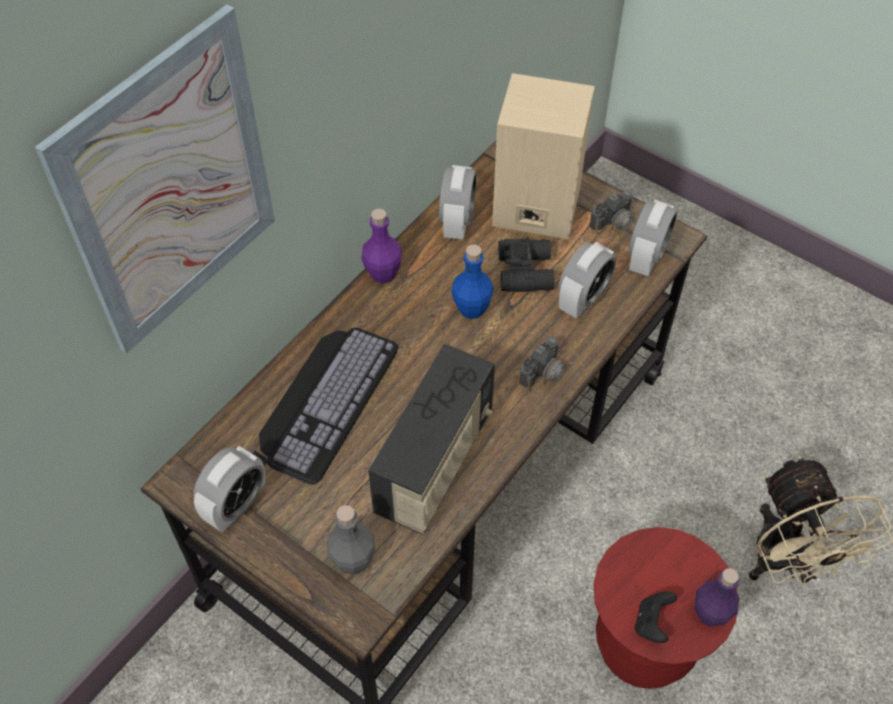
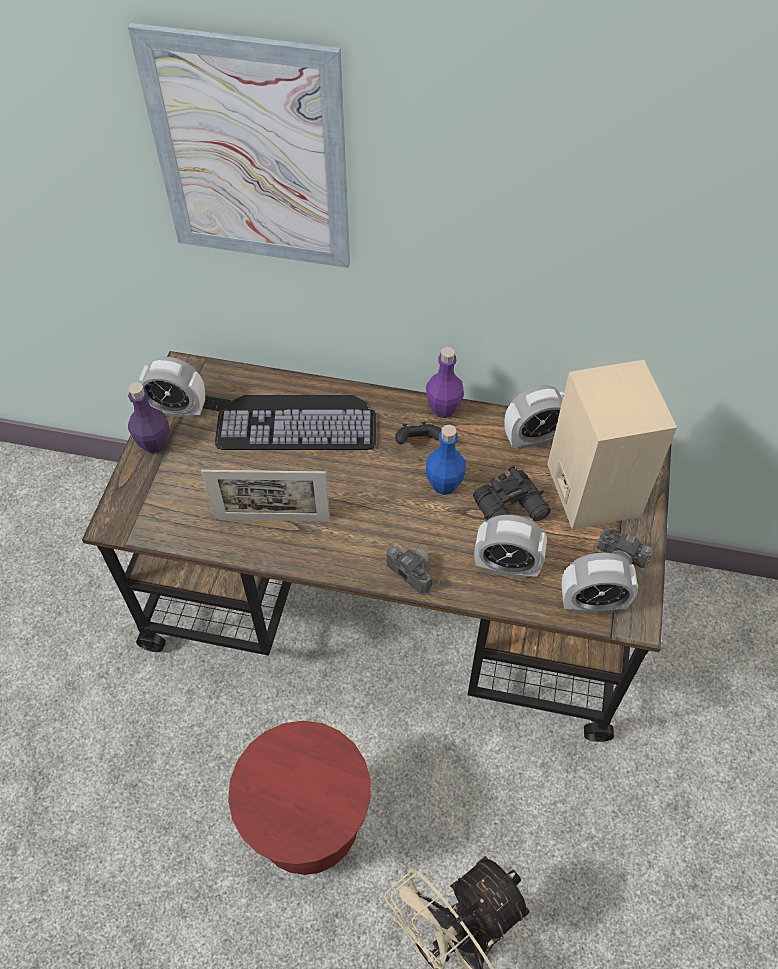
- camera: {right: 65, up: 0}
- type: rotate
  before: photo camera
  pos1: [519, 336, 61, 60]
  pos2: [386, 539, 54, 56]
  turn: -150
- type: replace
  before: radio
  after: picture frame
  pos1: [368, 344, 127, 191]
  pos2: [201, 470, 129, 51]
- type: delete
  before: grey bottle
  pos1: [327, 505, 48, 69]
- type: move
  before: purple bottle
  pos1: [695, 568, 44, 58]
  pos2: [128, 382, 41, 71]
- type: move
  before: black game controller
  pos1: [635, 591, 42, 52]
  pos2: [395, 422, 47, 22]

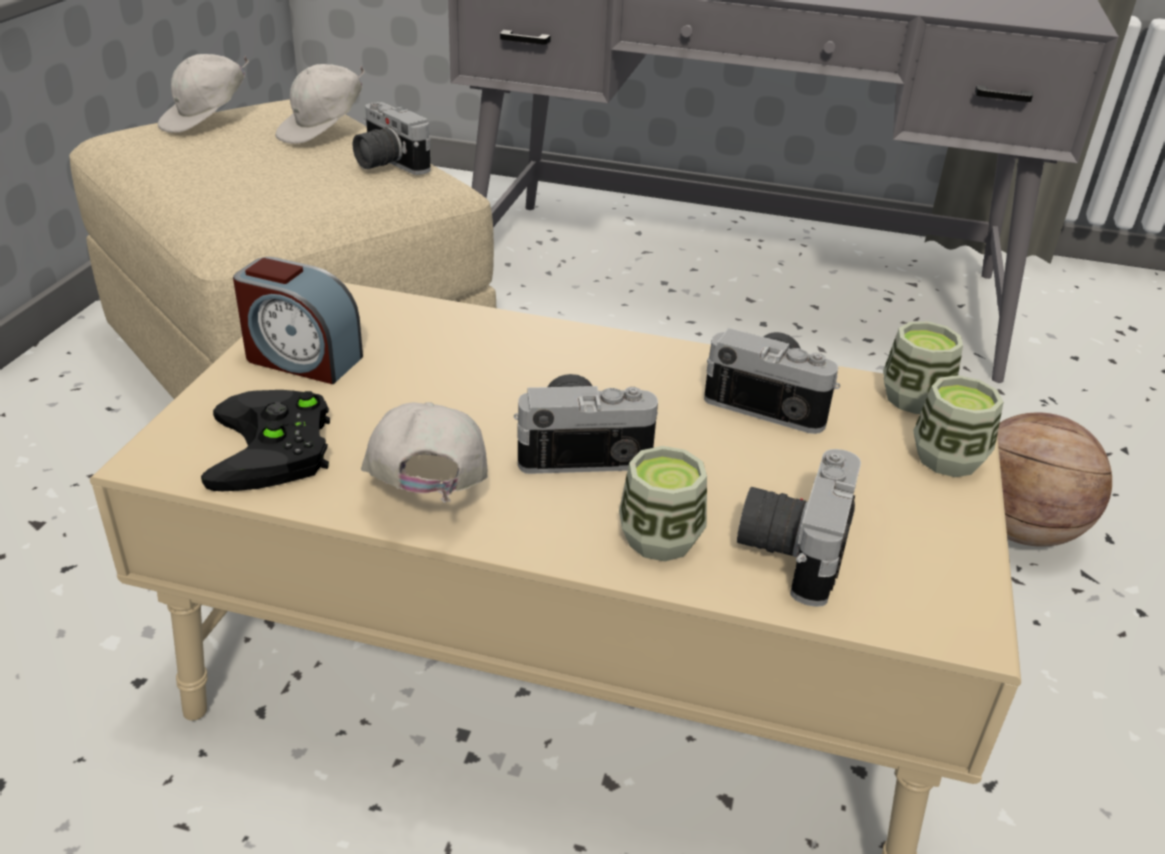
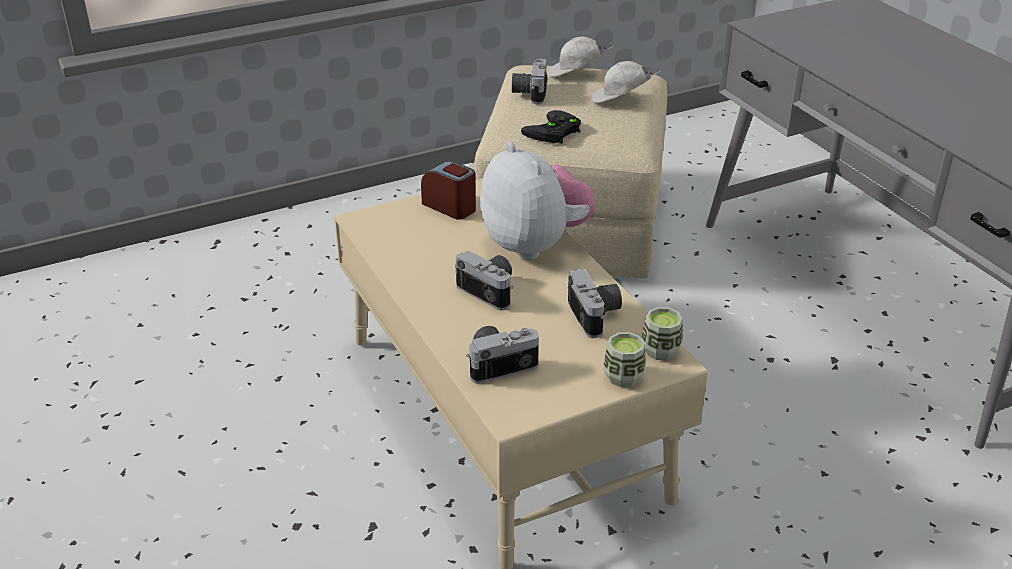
- camera: {right: 50, up: 0}
- type: move
  before: photo camera
  pos1: [353, 102, 78, 73]
  pos2: [512, 59, 35, 45]
- type: rotate
  before: alarm clock
  pos1: [233, 257, 130, 127]
  pos2: [421, 161, 55, 59]
  turn: 150
- type: move
  before: black game controller
  pos1: [201, 390, 129, 101]
  pos2: [521, 110, 60, 34]
- type: delete
  before: white cap
  pos1: [361, 402, 127, 101]
- type: delete
  before: basketball
  pos1: [997, 412, 115, 135]
- type: delete
  before: cup
  pos1: [619, 446, 88, 115]
- type: insert
  after: plush toy
  pos2: [480, 142, 116, 118]

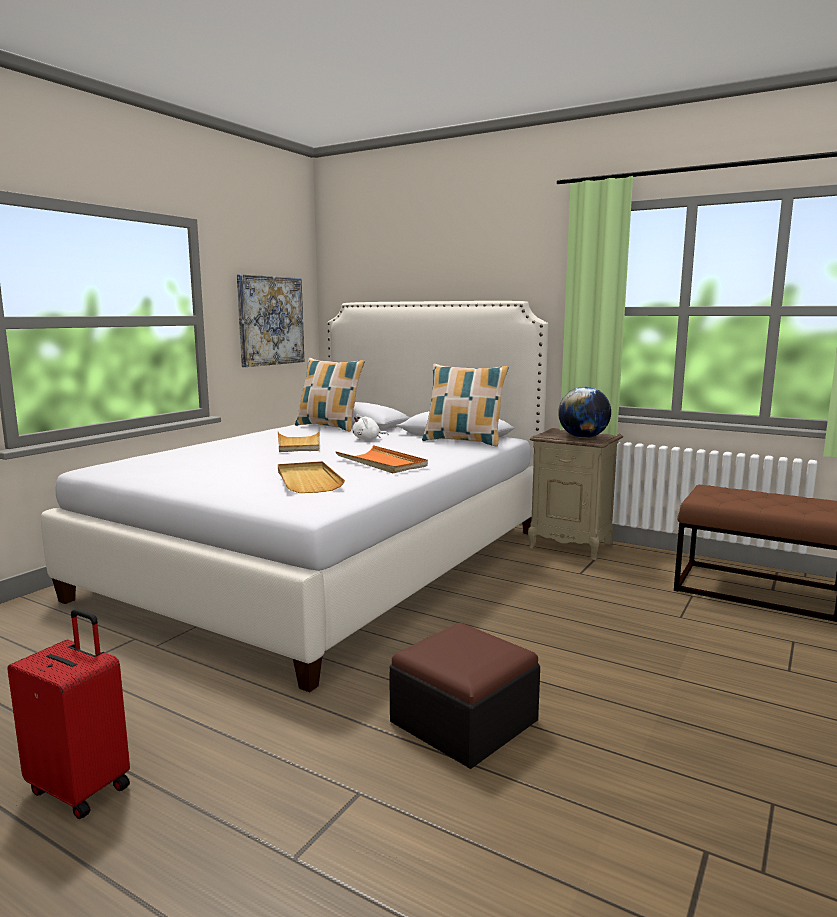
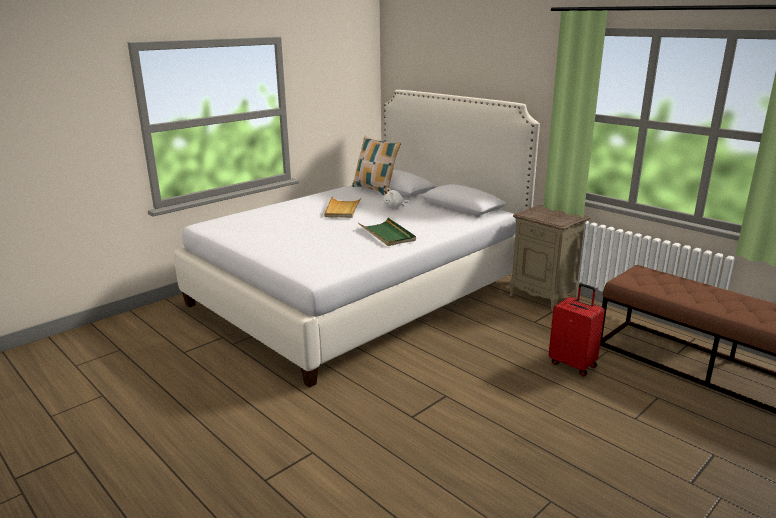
- camera: {right: 15, up: 10}
- type: delete
  before: picture
  pos1: [237, 274, 67, 93]
- type: delete
  before: pillow
  pos1: [422, 364, 87, 82]
- type: delete
  before: globe
  pos1: [558, 387, 53, 51]
- type: recolor
  before: orange tray
  after: green tray
  pos1: [336, 445, 92, 28]
  pos2: [358, 218, 58, 28]
- type: delete
  before: beige tray
  pos1: [278, 461, 67, 32]
- type: move
  before: red suitcase
  pos1: [7, 609, 123, 210]
  pos2: [549, 284, 56, 92]
- type: delete
  before: ottoman
  pos1: [389, 623, 151, 146]

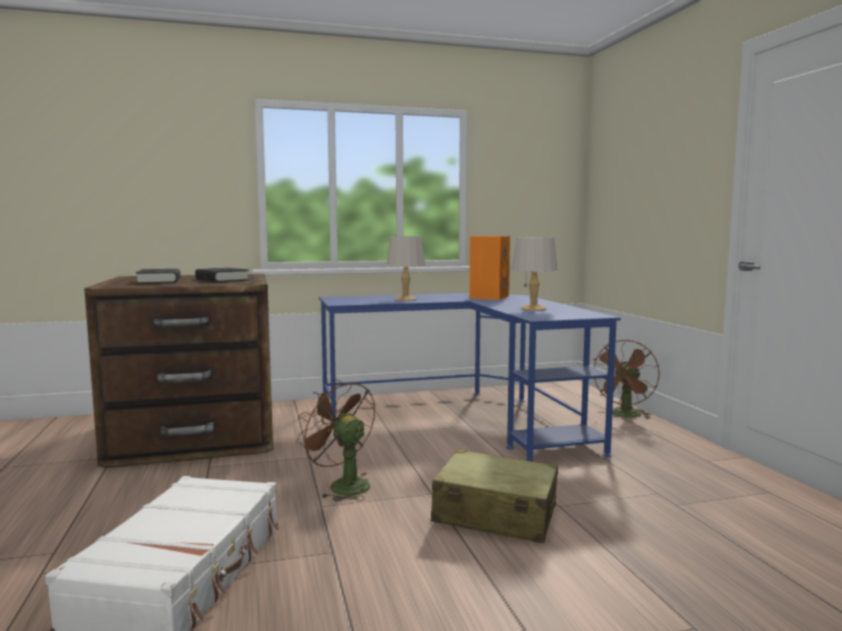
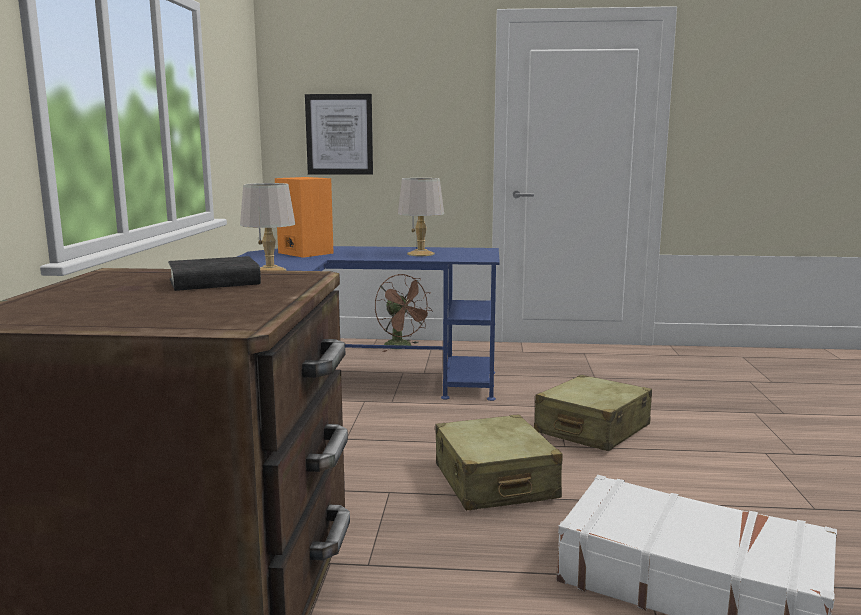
- camera: {right: -70, up: 5}
- type: delete
  before: black book
  pos1: [136, 269, 45, 15]
- type: replace
  before: brown fan
  after: beige suitcase
  pos1: [296, 379, 79, 122]
  pos2: [435, 414, 128, 97]
- type: insert
  after: picture
  pos2: [305, 94, 68, 81]

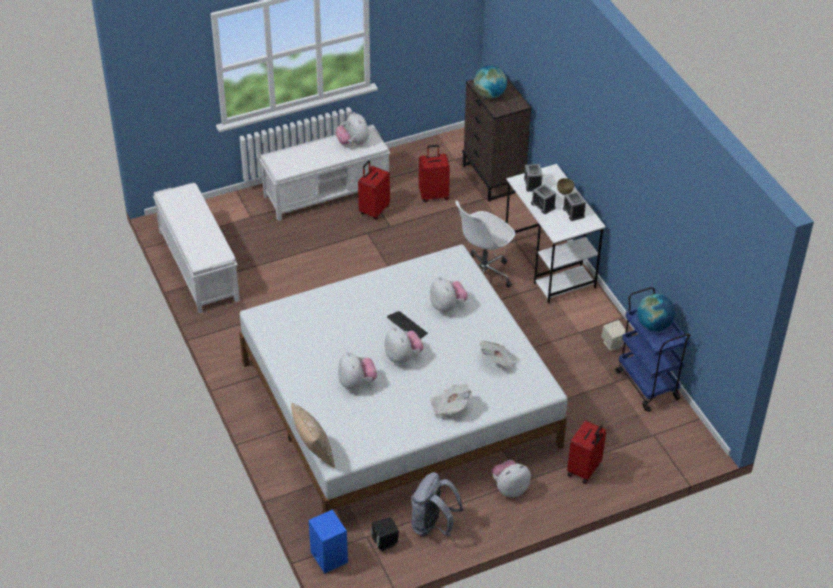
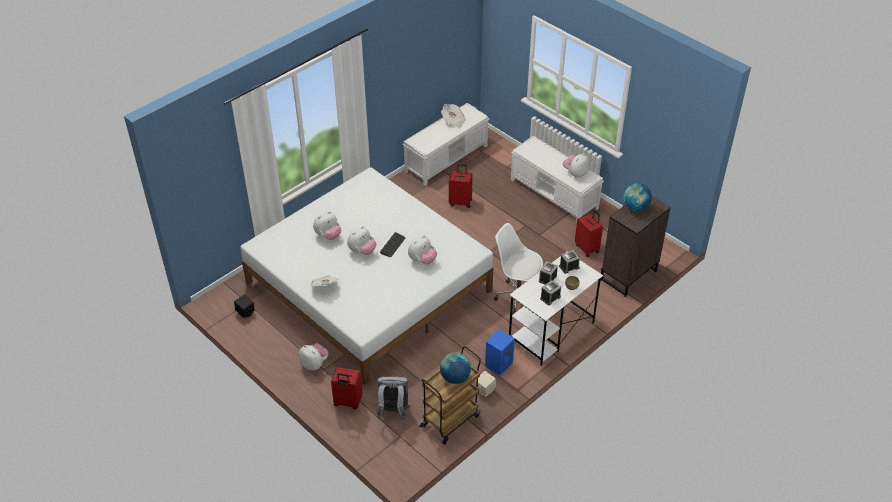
- camera: {right: 70, up: 0}
- type: move
  before: red suitcase
  pos1: [358, 160, 32, 60]
  pos2: [449, 164, 24, 44]
- type: recolor
  before: blue cart
  after: brown cart
  pos1: [615, 287, 75, 125]
  pos2: [420, 347, 61, 97]
- type: move
  before: newspaper
  pos1: [480, 341, 39, 26]
  pos2: [441, 104, 25, 24]
- type: delete
  before: pillow
  pos1: [291, 403, 44, 65]
- type: move
  before: grey backpack
  pos1: [411, 472, 53, 65]
  pos2: [376, 377, 34, 43]
- type: move
  before: blue speaker
  pos1: [309, 509, 39, 65]
  pos2: [485, 329, 30, 46]

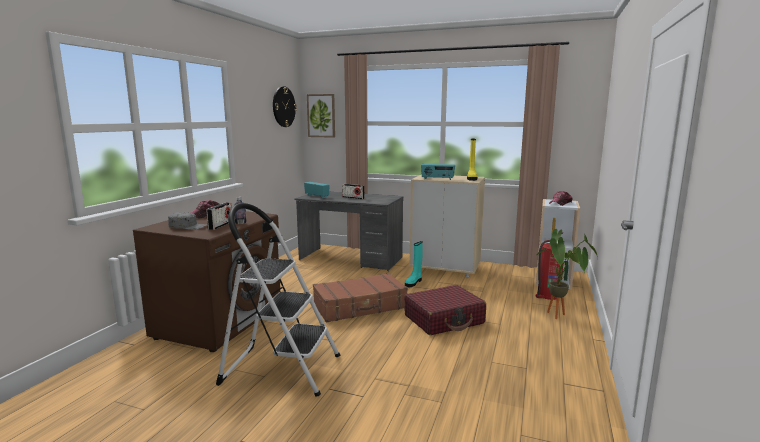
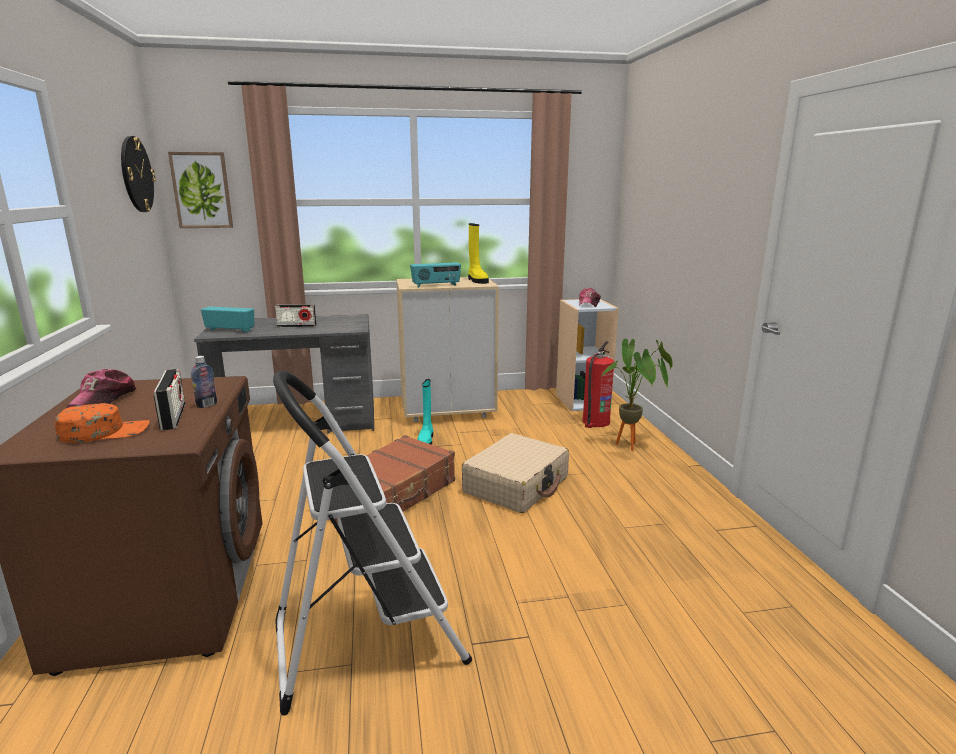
- camera: {right: -30, up: 5}
- type: recolor
  before: grey cap
  after: orange cap
  pos1: [168, 212, 39, 18]
  pos2: [55, 403, 95, 40]
- type: recolor
  before: red suitcase
  after: beige suitcase
  pos1: [404, 285, 82, 50]
  pos2: [462, 433, 107, 80]

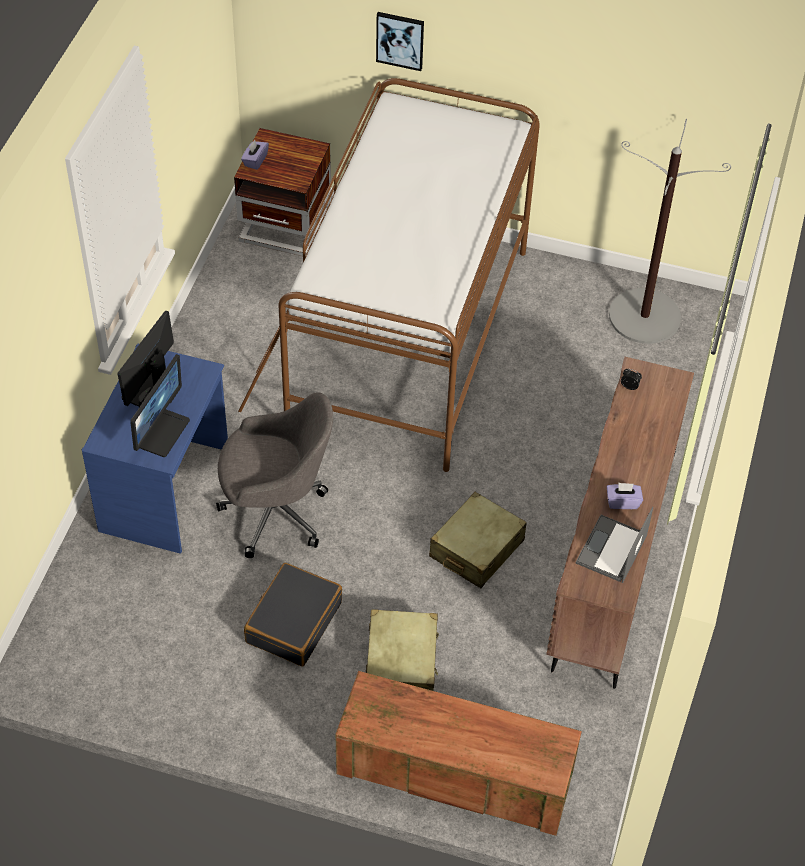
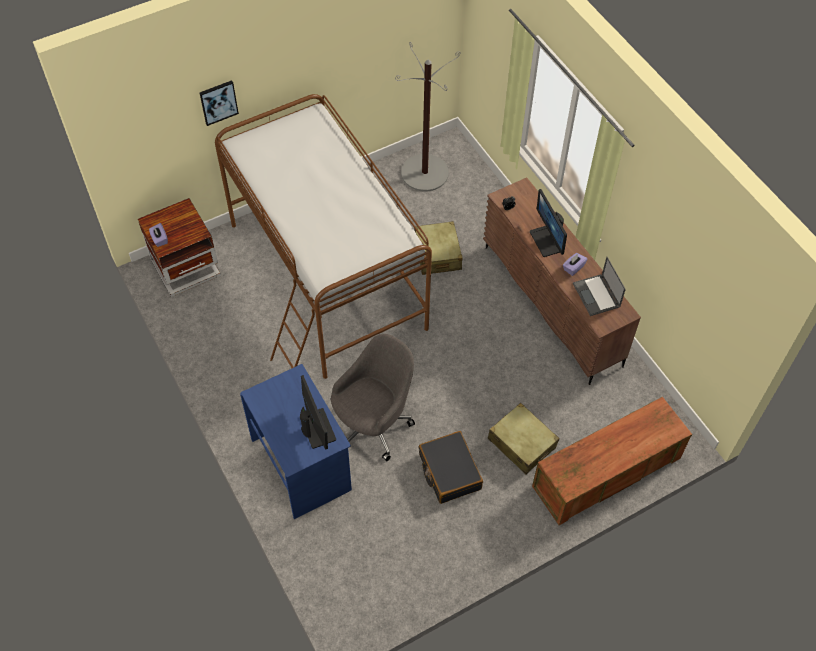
- camera: {right: -45, up: 5}
- type: move
  before: monitor
  pos1: [117, 310, 57, 96]
  pos2: [530, 189, 37, 68]
- type: move
  before: beige suitcase
  pos1: [429, 492, 98, 96]
  pos2: [415, 221, 47, 54]

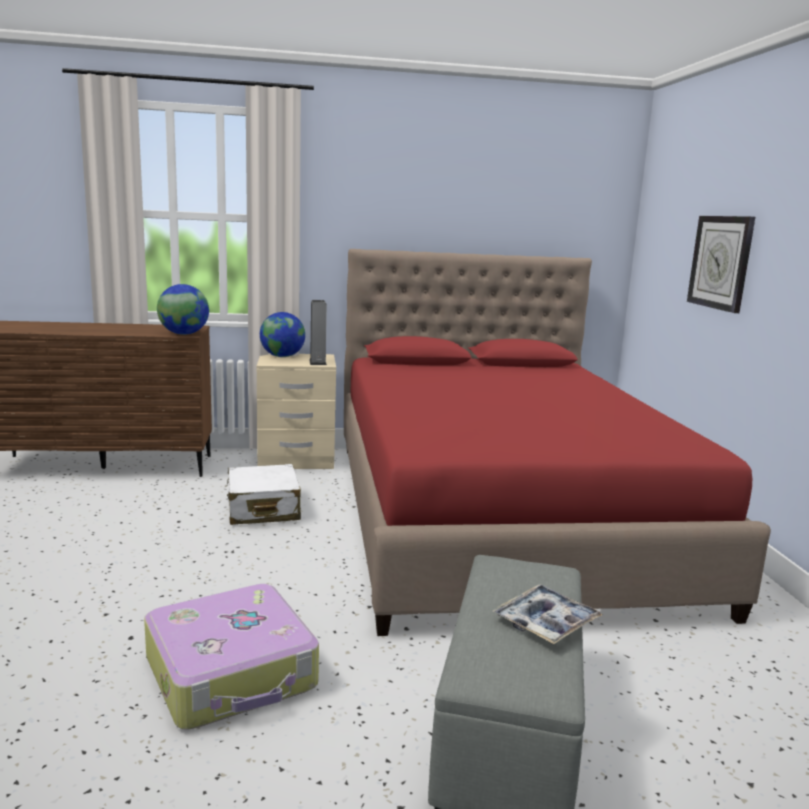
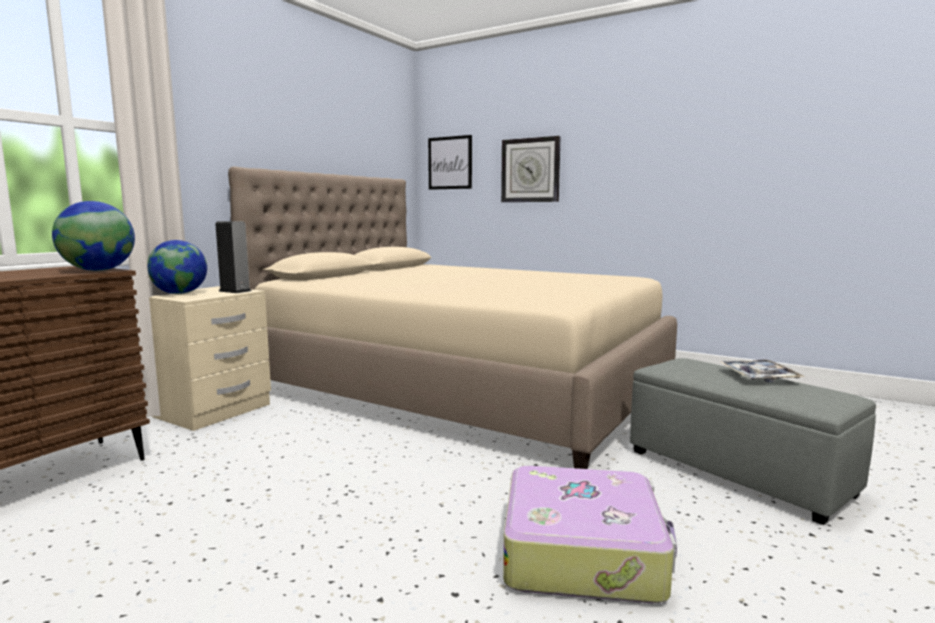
- camera: {right: -50, up: -5}
- type: recolor
  before: red bed
  after: beige bed
  pos1: [344, 249, 427, 387]
  pos2: [228, 167, 449, 302]
- type: delete
  before: white suitcase
  pos1: [226, 464, 75, 61]
- type: insert
  after: picture
  pos2: [428, 135, 44, 55]

